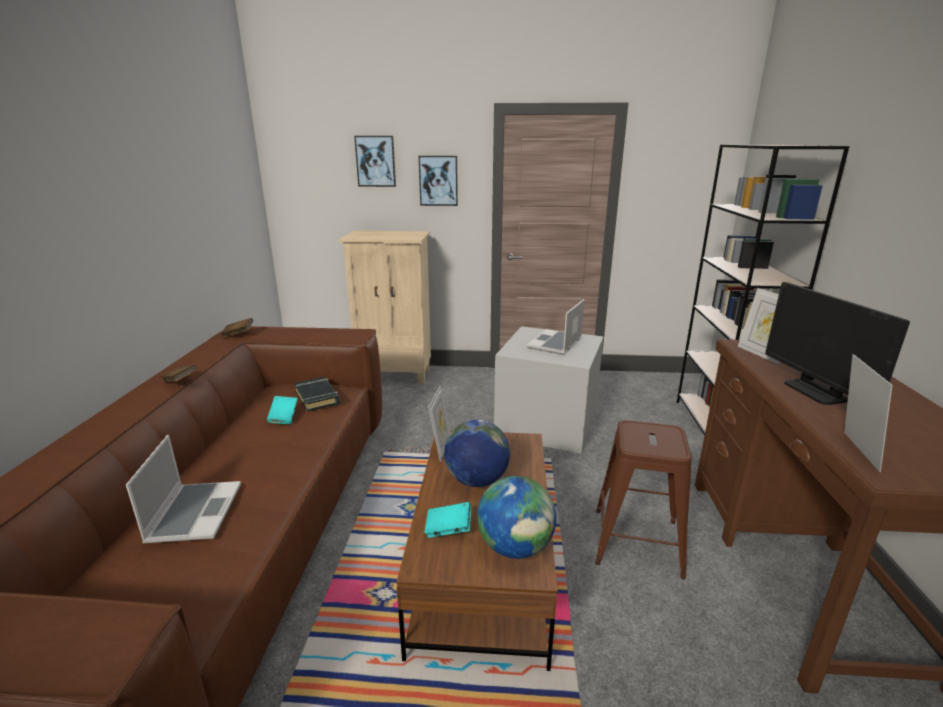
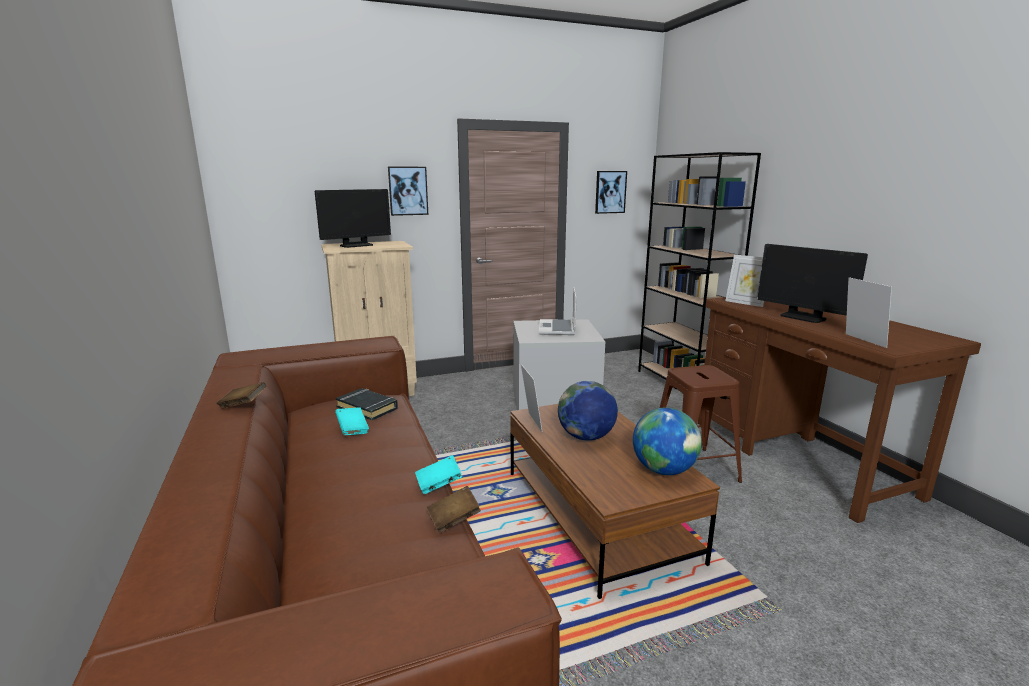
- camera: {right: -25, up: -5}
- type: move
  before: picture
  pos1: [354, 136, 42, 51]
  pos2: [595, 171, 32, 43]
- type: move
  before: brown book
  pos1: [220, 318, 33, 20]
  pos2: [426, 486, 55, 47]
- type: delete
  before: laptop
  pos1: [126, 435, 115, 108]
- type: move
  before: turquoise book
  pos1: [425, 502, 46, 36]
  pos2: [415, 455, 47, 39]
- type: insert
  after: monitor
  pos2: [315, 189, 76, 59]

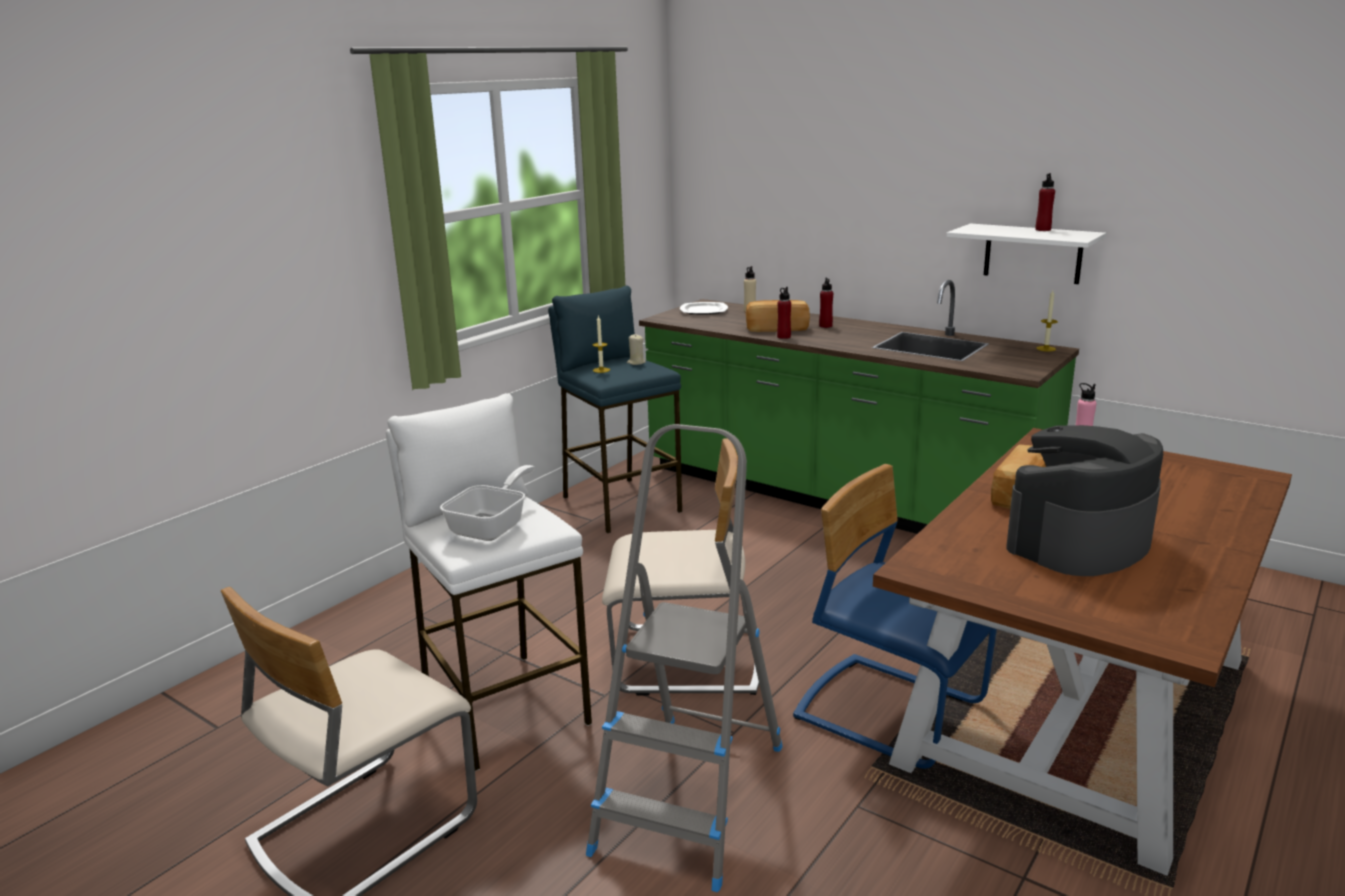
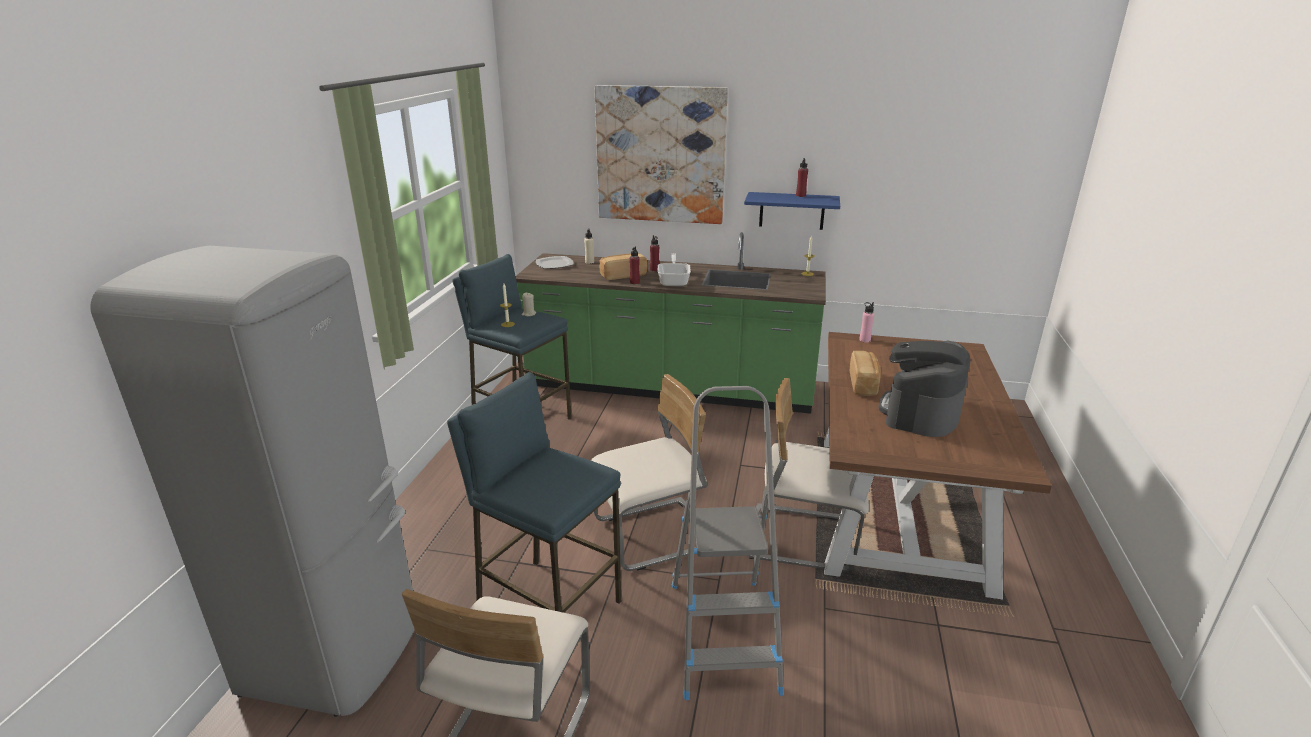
- camera: {right: -25, up: 5}
- type: recolor
  before: white shelf
  after: blue shelf
  pos1: [946, 224, 160, 60]
  pos2: [744, 192, 96, 38]
- type: recolor
  before: white stool
  after: blue stool
  pos1: [386, 393, 206, 378]
  pos2: [447, 372, 174, 241]
- type: recolor
  before: blue chair
  after: beige chair
  pos1: [793, 464, 204, 305]
  pos2: [749, 378, 120, 194]
- type: move
  before: frying pan
  pos1: [440, 465, 95, 76]
  pos2: [658, 253, 33, 33]
- type: insert
  after: picture
  pos2: [595, 85, 133, 139]
- type: insert
  after: grey fridge
  pos2: [90, 246, 325, 471]

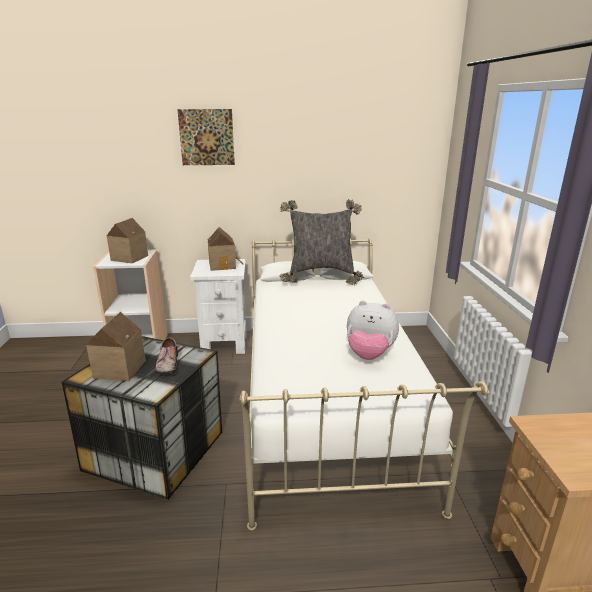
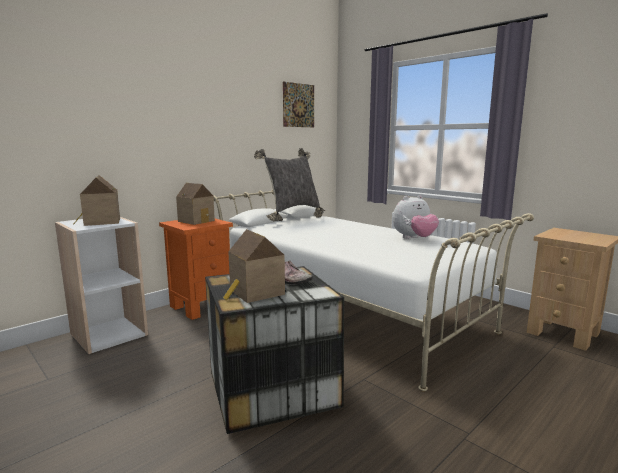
- camera: {right: -40, up: -10}
- type: move
  before: picture
  pos1: [177, 109, 58, 56]
  pos2: [283, 82, 31, 45]
- type: recolor
  before: white nightstand
  after: orange nightstand
  pos1: [190, 259, 56, 95]
  pos2: [159, 219, 74, 101]

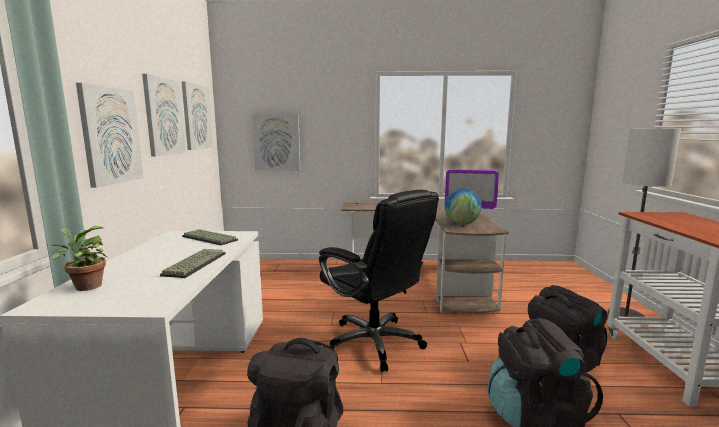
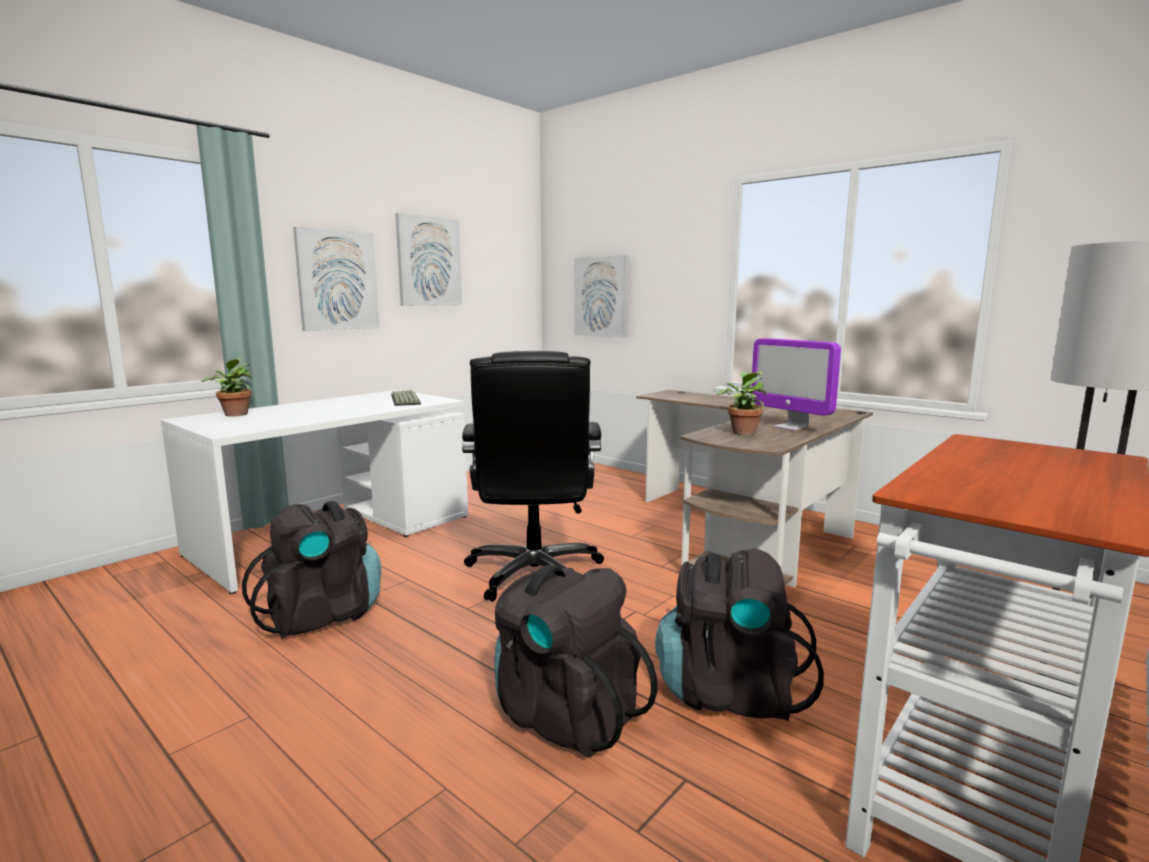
- camera: {right: 40, up: 0}
- type: delete
  before: picture
  pos1: [181, 81, 32, 69]
- type: replace
  before: globe
  after: potted plant
  pos1: [445, 189, 37, 36]
  pos2: [716, 371, 51, 64]
- type: delete
  before: keyboard
  pos1: [160, 249, 66, 29]

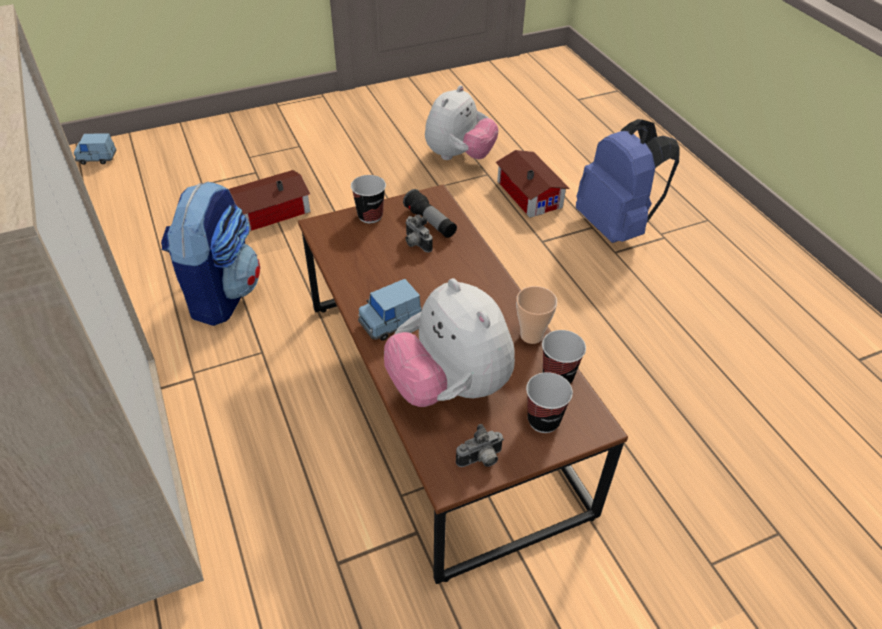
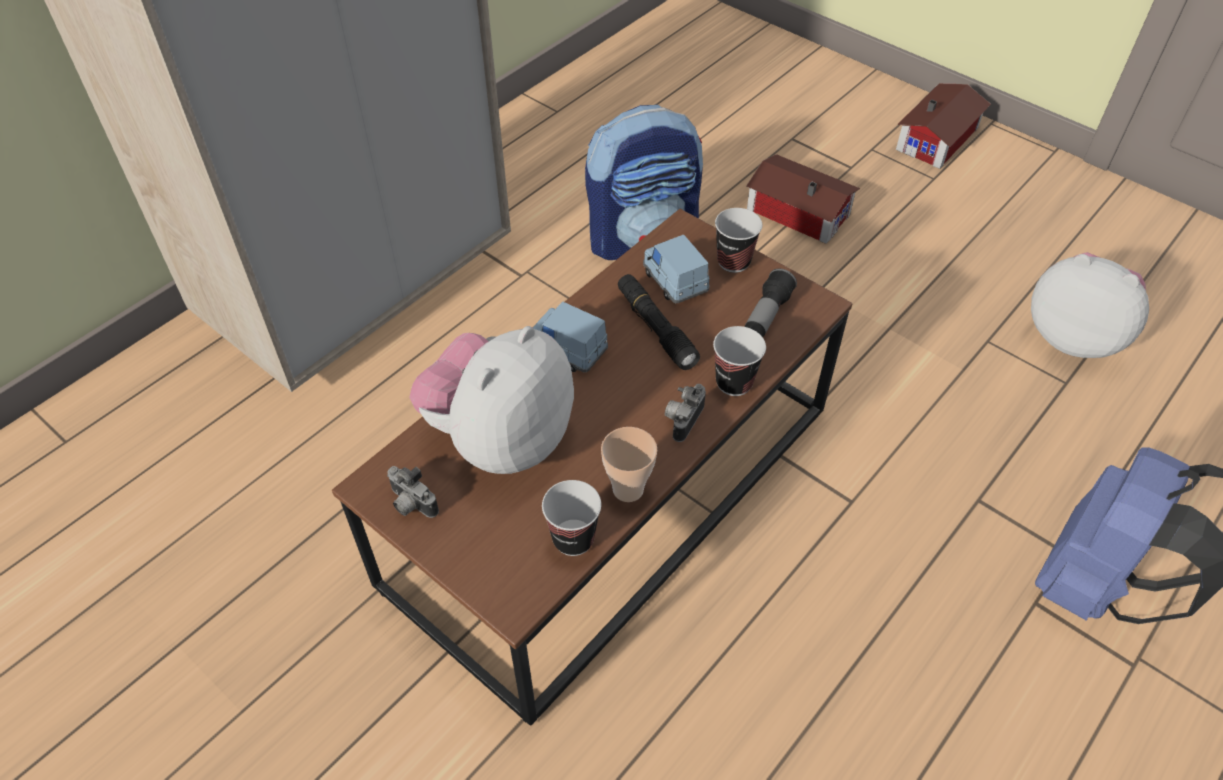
- camera: {right: 65, up: 5}
- type: rotate
  before: plush toy
  pos1: [425, 85, 73, 75]
  pos2: [1031, 252, 118, 106]
  turn: -150
- type: move
  before: blue toy car
  pos1: [74, 133, 42, 32]
  pos2: [643, 235, 67, 68]
- type: move
  before: toy house
  pos1: [495, 150, 75, 68]
  pos2: [896, 83, 95, 86]
- type: move
  before: photo camera
  pos1: [405, 215, 28, 37]
  pos2: [665, 384, 41, 58]
- type: move
  before: cup
  pos1: [526, 372, 47, 61]
  pos2: [713, 326, 53, 70]
- type: insert
  after: black flashlight
  pos2: [618, 274, 82, 96]

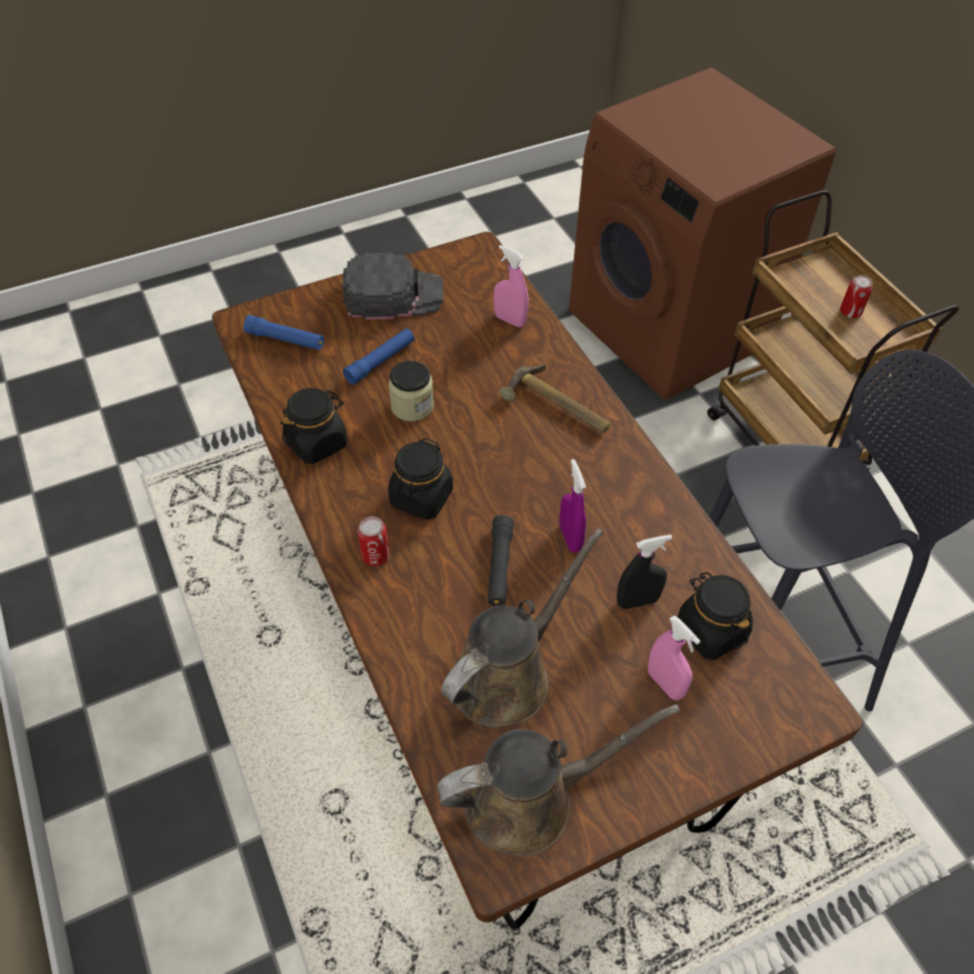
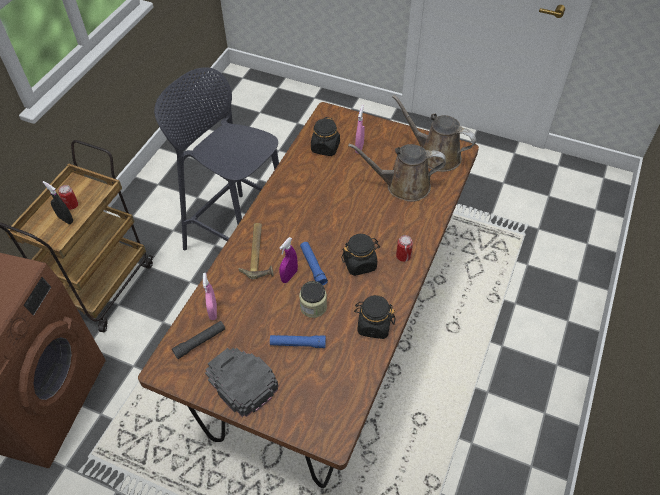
- camera: {right: -130, up: 0}
- type: move
  before: blue flashlight
  pos1: [243, 315, 81, 35]
  pos2: [300, 242, 28, 44]
- type: move
  before: purple spray bottle
  pos1: [559, 459, 27, 93]
  pos2: [279, 237, 19, 46]
- type: move
  before: black flashlight
  pos1: [488, 515, 26, 92]
  pos2: [172, 321, 53, 38]
- type: move
  before: black spray bottle
  pos1: [617, 535, 55, 74]
  pos2: [43, 181, 30, 43]

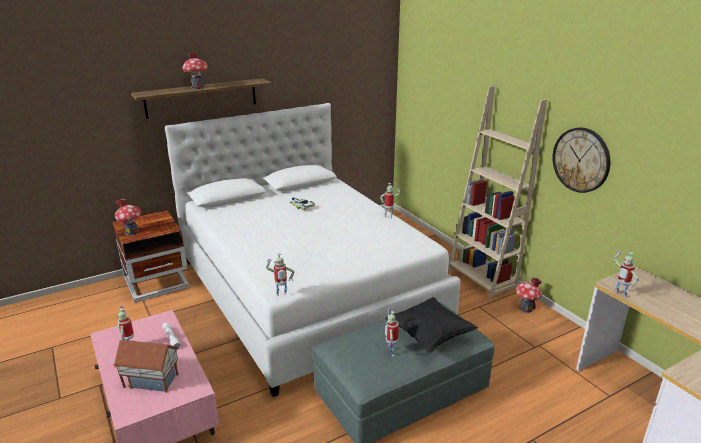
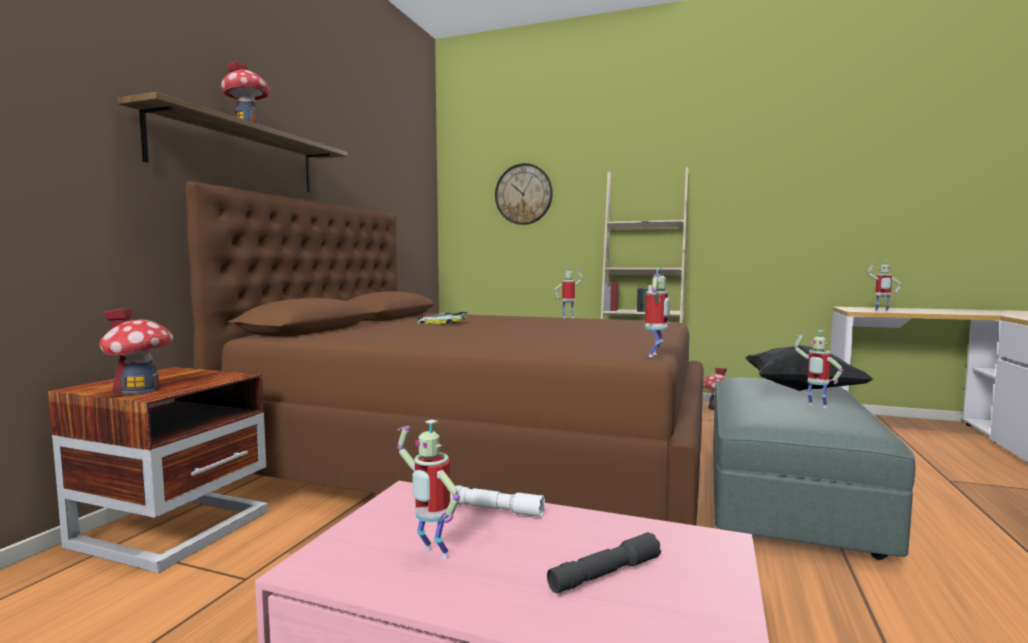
- camera: {right: -40, up: -20}
- type: recolor
  before: white bed
  after: brown bed
  pos1: [165, 103, 296, 294]
  pos2: [185, 181, 519, 345]
- type: move
  before: wall clock
  pos1: [552, 127, 58, 66]
  pos2: [495, 163, 58, 62]
- type: replace
  before: toy house
  after: grey flashlight
  pos1: [113, 340, 66, 53]
  pos2: [547, 532, 114, 61]

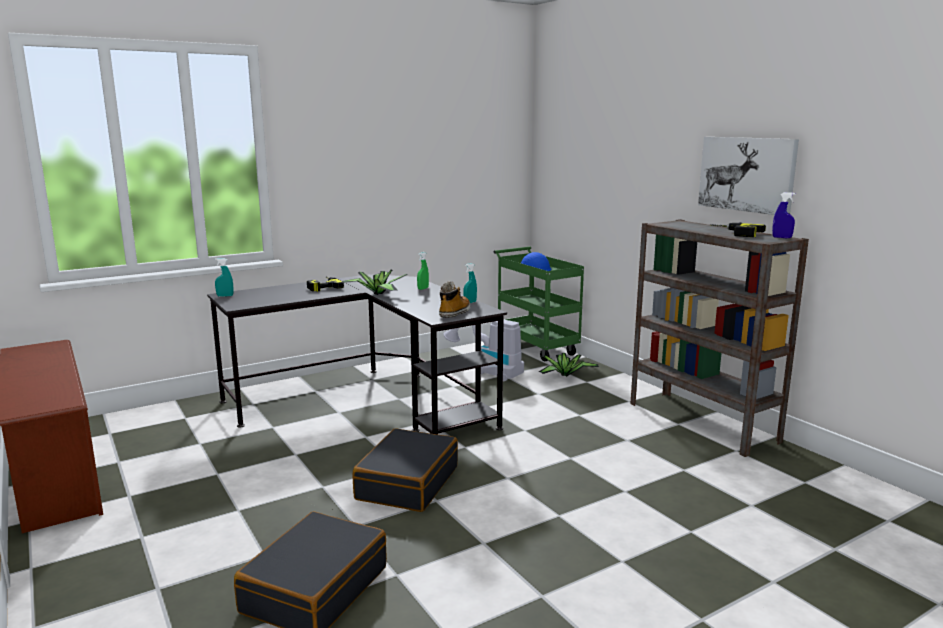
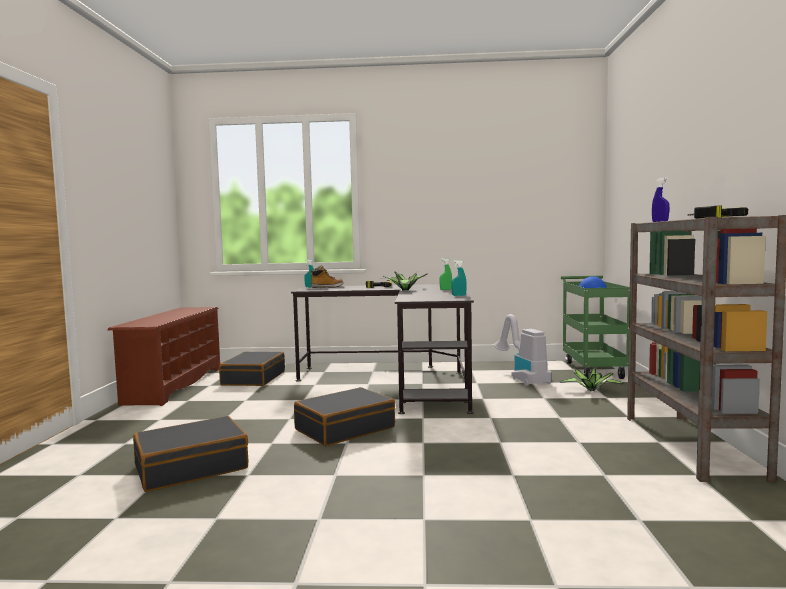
- camera: {right: 35, up: -10}
- type: delete
  before: picture
  pos1: [698, 137, 101, 78]
- type: move
  before: blue spray bottle
  pos1: [772, 192, 24, 46]
  pos2: [652, 178, 17, 44]
- type: move
  before: boot
  pos1: [439, 281, 31, 37]
  pos2: [311, 265, 33, 23]
- type: insert
  after: black suitcase
  pos2: [219, 352, 66, 34]

